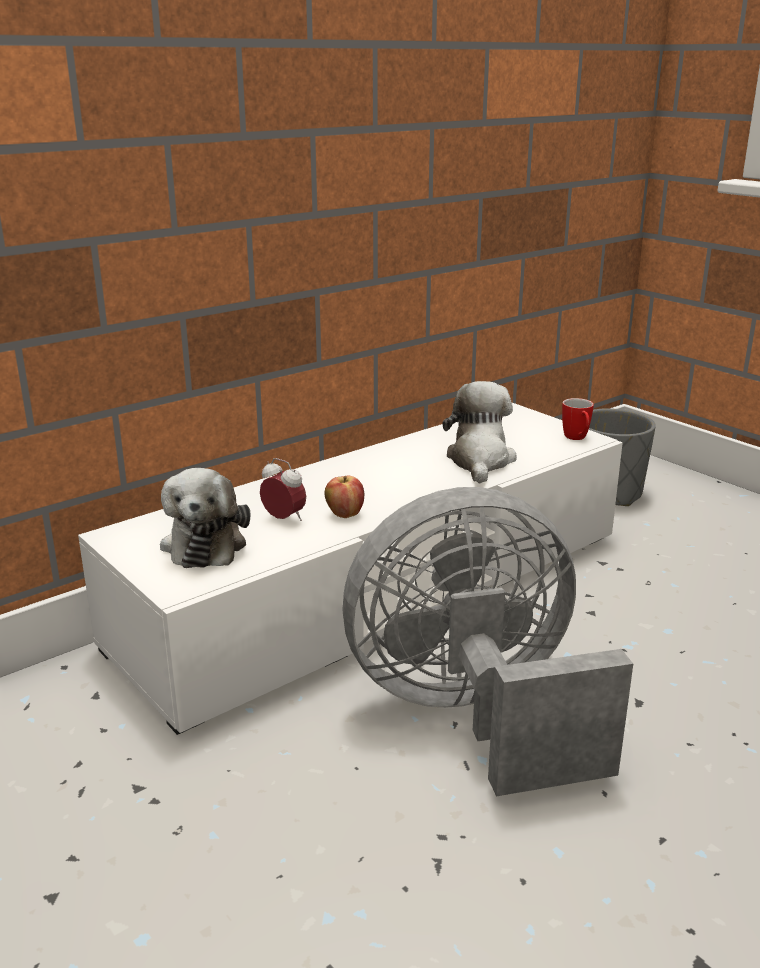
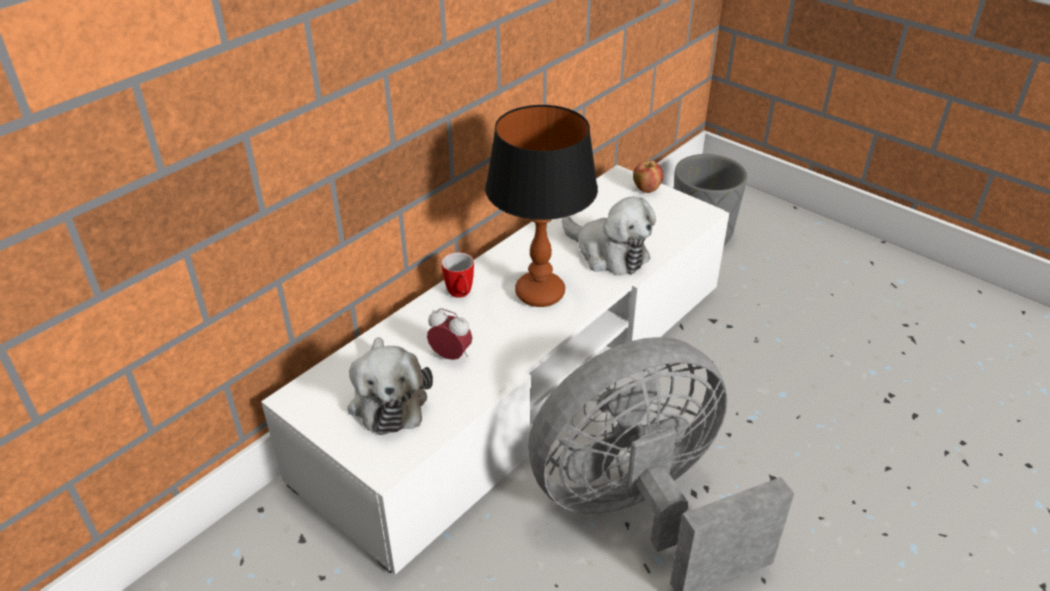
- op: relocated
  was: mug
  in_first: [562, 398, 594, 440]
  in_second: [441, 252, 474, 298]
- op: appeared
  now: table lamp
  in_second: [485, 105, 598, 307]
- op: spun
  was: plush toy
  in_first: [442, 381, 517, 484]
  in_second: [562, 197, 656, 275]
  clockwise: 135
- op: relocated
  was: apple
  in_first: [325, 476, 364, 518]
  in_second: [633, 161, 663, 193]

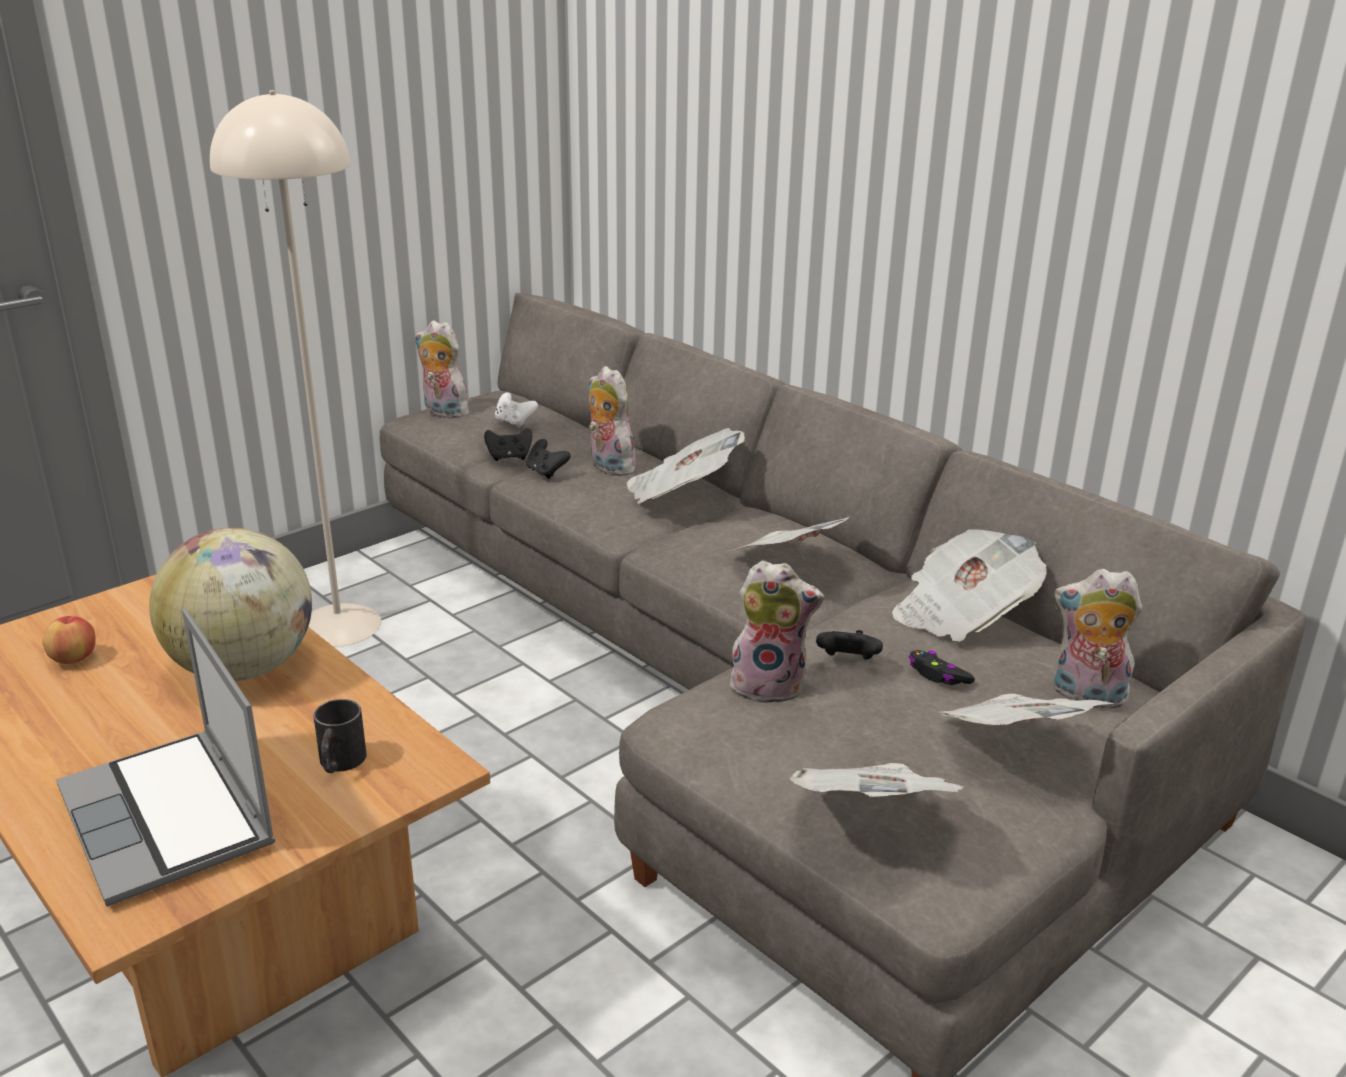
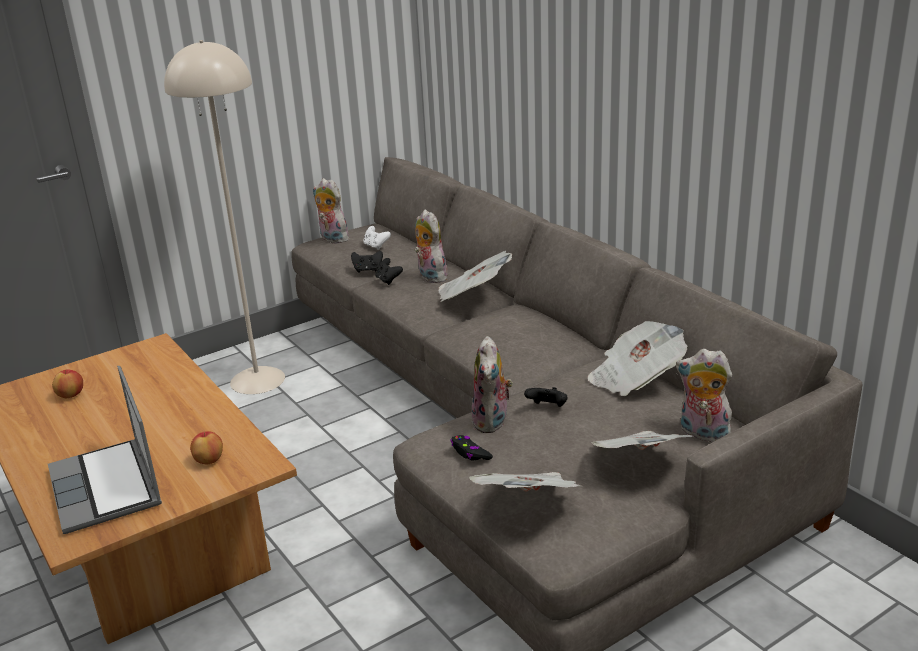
- op: exchanged
  was: mug in black
  now: apple
  in_first: [313, 699, 366, 773]
  in_second: [190, 431, 223, 464]
- op: relocated
  was: game controller in black
  in_first: [908, 650, 975, 685]
  in_second: [450, 435, 493, 460]
- op: spun
  was: plush toy
  in_first: [730, 560, 824, 704]
  in_second: [472, 336, 513, 433]
  clockwise: 75
- op: missing
  was: globe
  in_first: [149, 528, 312, 681]
- op: missing
  was: newspaper
  in_first: [729, 515, 858, 551]

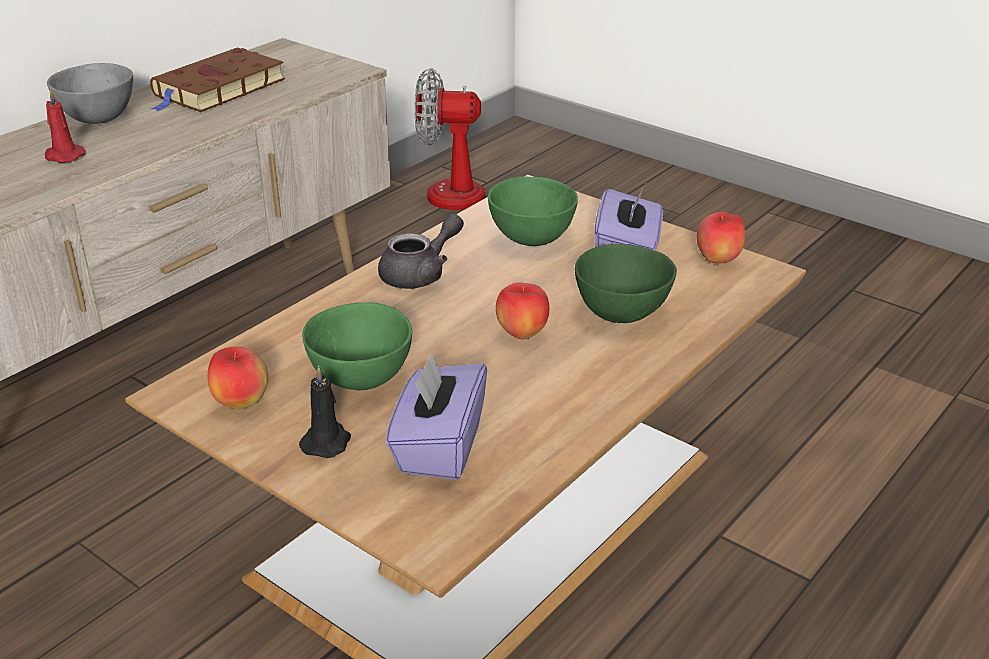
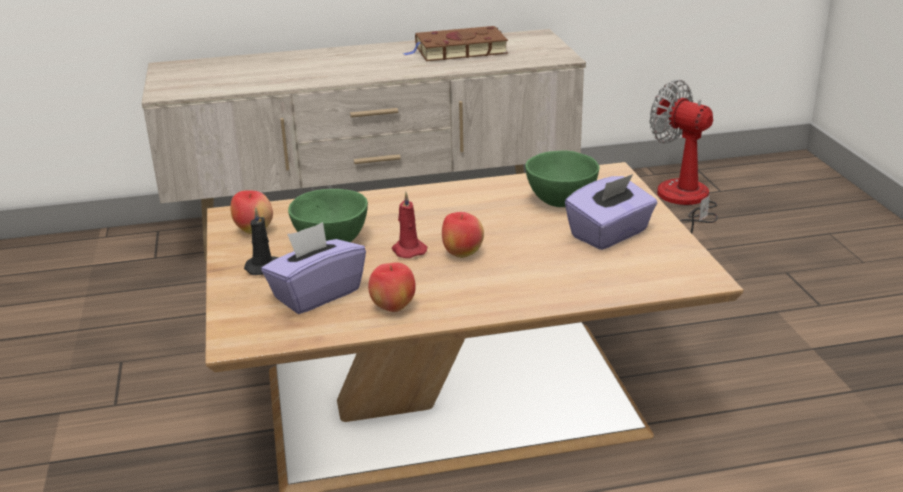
- op: relocated
  was: apple
  in_first: [697, 212, 745, 264]
  in_second: [368, 262, 416, 312]
- op: relocated
  was: candle in red
  in_first: [45, 89, 86, 163]
  in_second: [392, 192, 427, 258]
- op: missing
  was: bowl in grey
  in_first: [47, 63, 133, 124]
- op: missing
  was: teapot in grey
  in_first: [378, 214, 464, 289]
- op: missing
  was: bowl in green
  in_first: [575, 244, 677, 323]

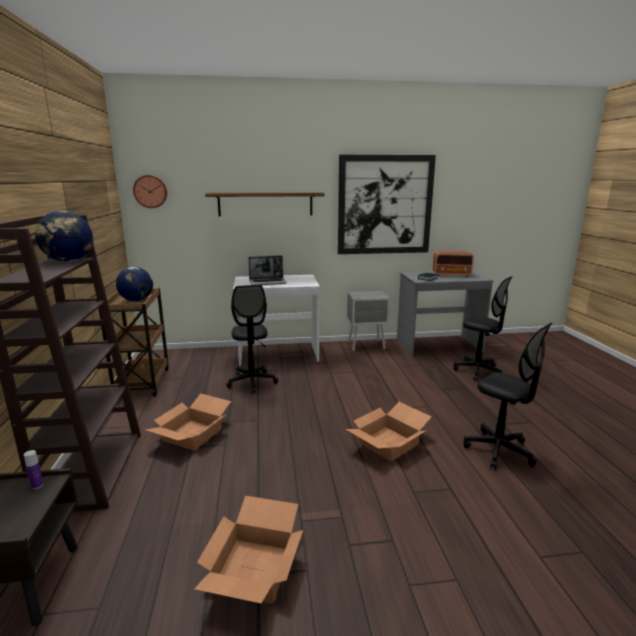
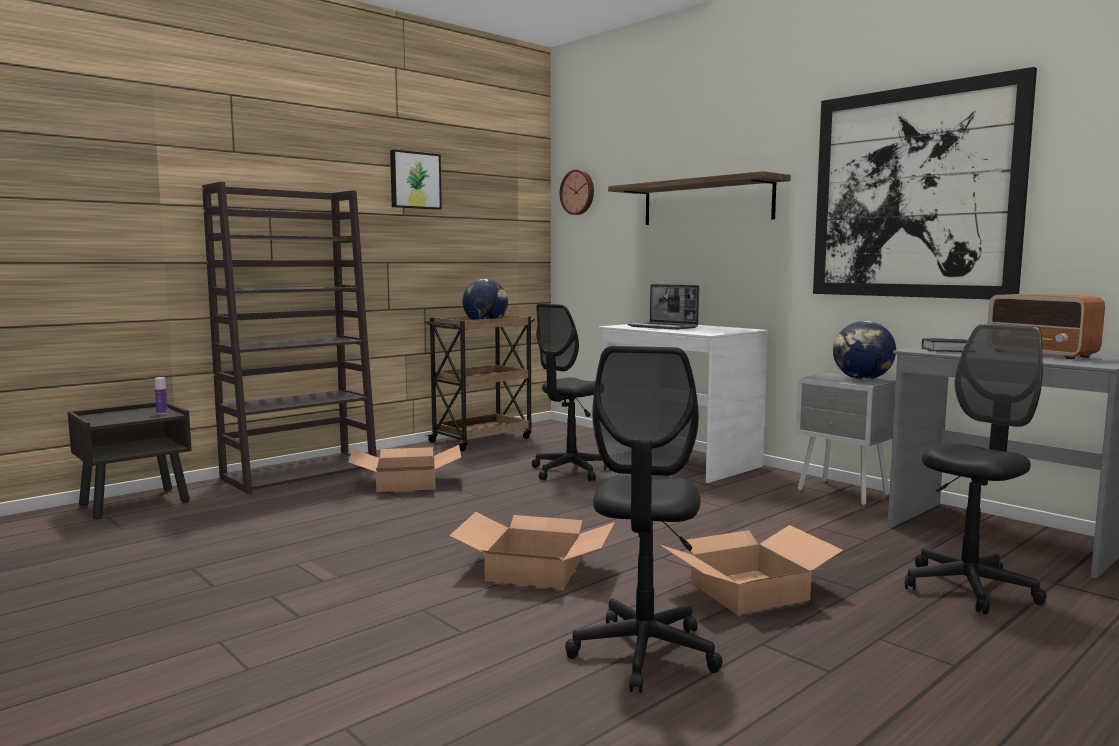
- op: appeared
  now: picture
  in_second: [390, 149, 442, 210]
- op: relocated
  was: cardboard box
  in_first: [194, 496, 303, 604]
  in_second: [659, 525, 843, 615]
- op: relocated
  was: globe
  in_first: [35, 211, 93, 262]
  in_second: [833, 321, 896, 380]
- op: spun
  was: office chair in black
  in_first: [453, 276, 513, 381]
  in_second: [905, 323, 1046, 615]
  clockwise: -135

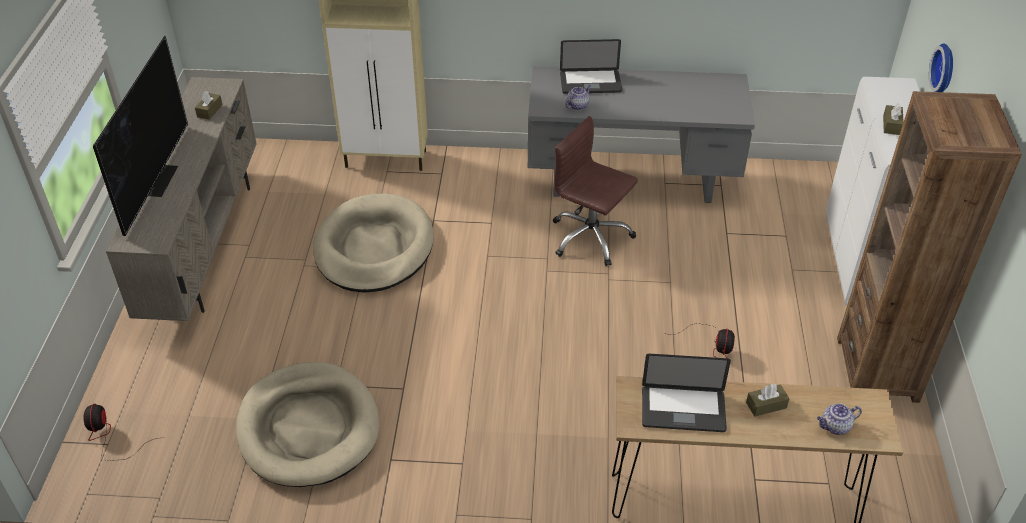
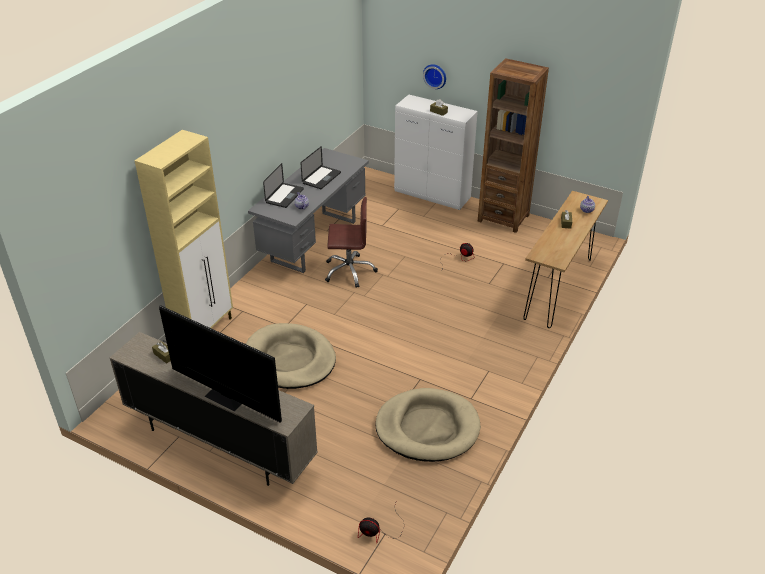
- op: relocated
  was: laptop
  in_first: [642, 354, 731, 432]
  in_second: [301, 146, 341, 189]
- op: spun
  was: office chair in brown
  in_first: [553, 116, 638, 266]
  in_second: [325, 197, 378, 288]
  clockwise: -150

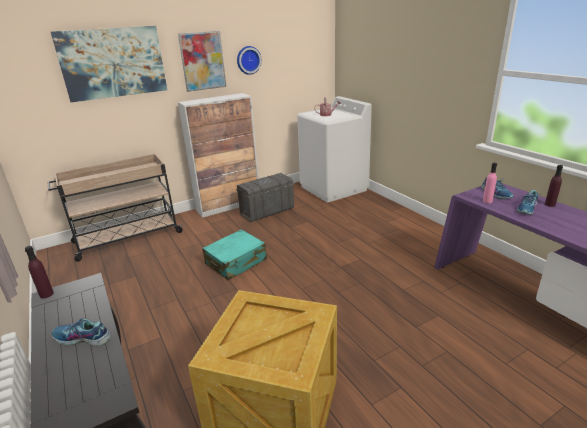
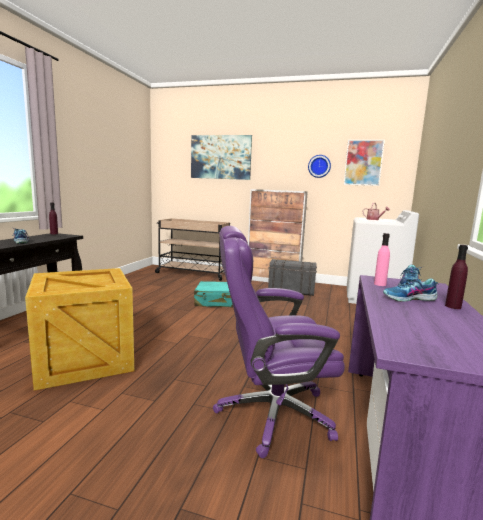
- op: appeared
  now: office chair in purple
  in_second: [213, 226, 345, 458]
- op: relocated
  was: picture
  in_first: [178, 31, 226, 92]
  in_second: [344, 140, 385, 186]

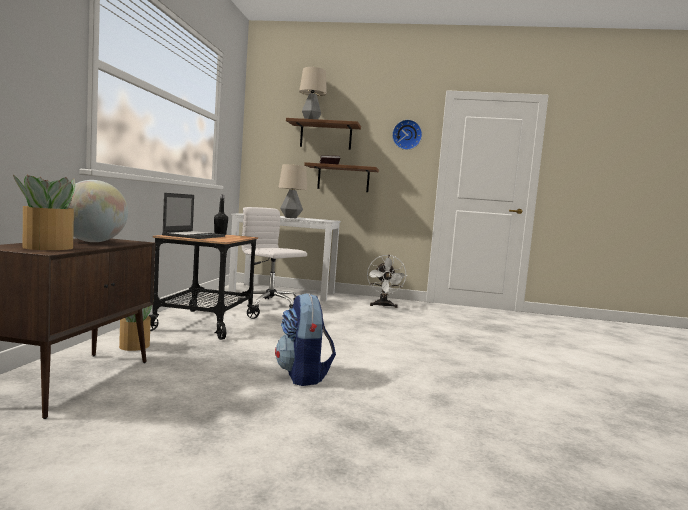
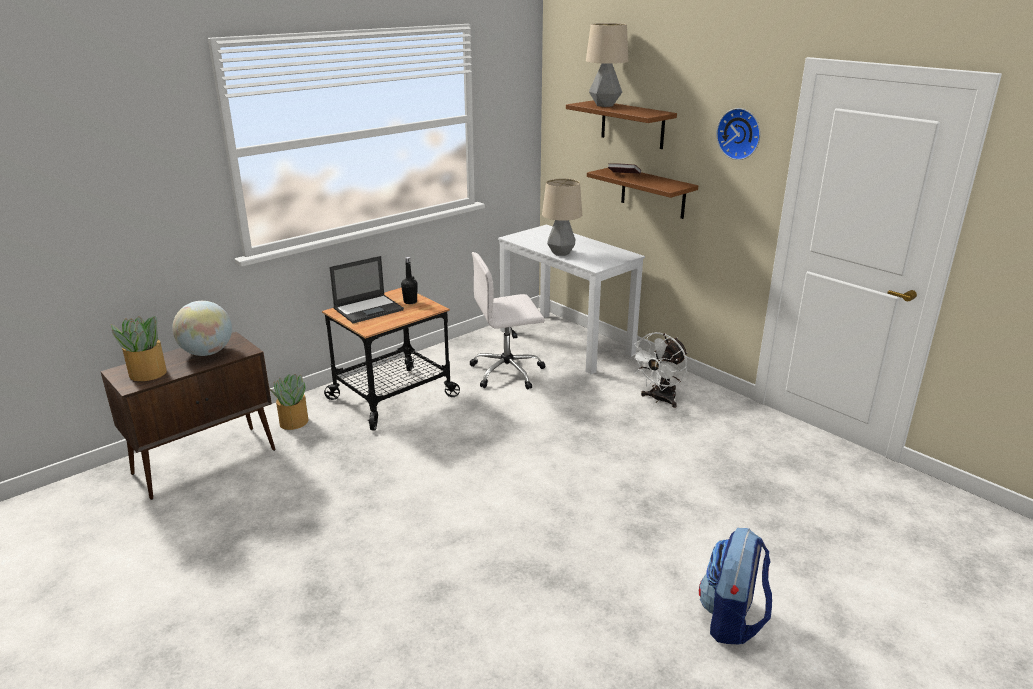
- op: spun
  was: office chair in white
  in_first: [237, 207, 307, 311]
  in_second: [470, 252, 545, 390]
  clockwise: -90
- op: relocated
  was: backpack
  in_first: [275, 293, 336, 386]
  in_second: [699, 528, 772, 644]

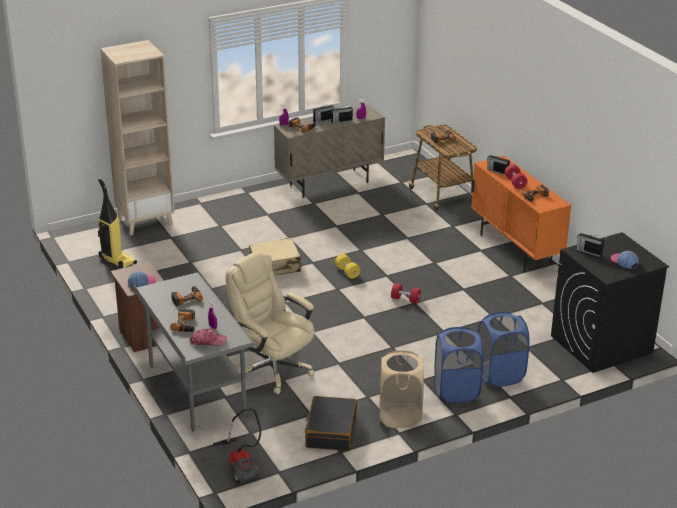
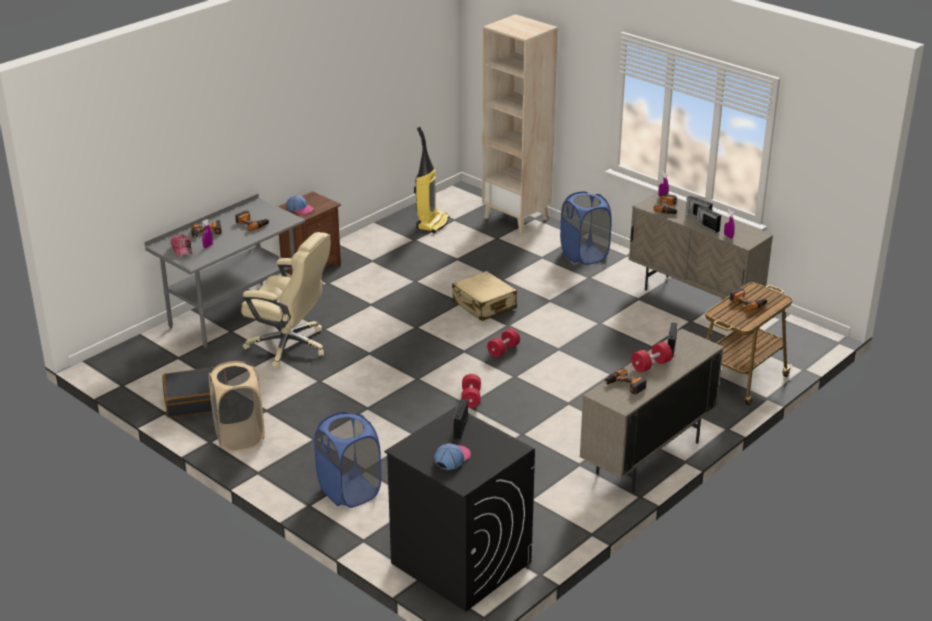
- op: spun
  was: office chair in beige
  in_first: [226, 252, 314, 394]
  in_second: [241, 232, 330, 368]
  clockwise: 90
- op: colour
  was: dumbbell in yellow
  now: dumbbell in red
  in_first: [335, 254, 360, 279]
  in_second: [487, 328, 520, 357]
- op: relocated
  was: laundry basket in blue
  in_first: [434, 327, 483, 403]
  in_second: [560, 192, 612, 265]
- op: colour
  was: cabinet in orange
  now: cabinet in beige
  in_first: [471, 156, 571, 272]
  in_second: [580, 329, 724, 493]
- op: missing
  was: vacuum cleaner
  in_first: [213, 409, 261, 485]

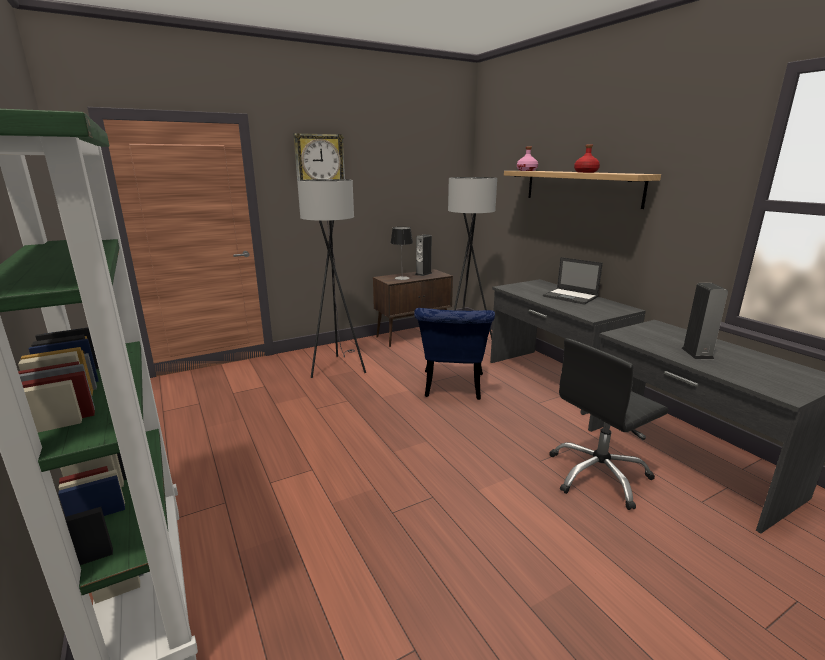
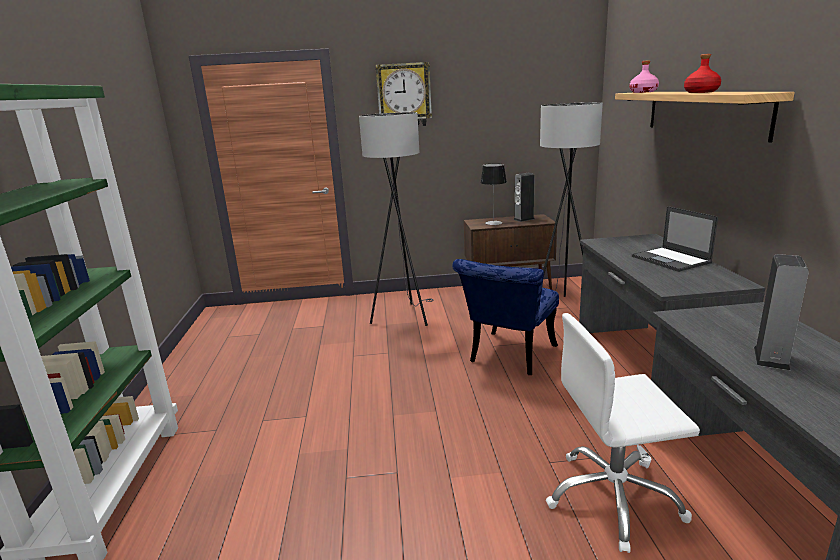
- op: colour
  was: office chair in black
  now: office chair in white
  in_first: [549, 338, 668, 510]
  in_second: [546, 313, 700, 553]

